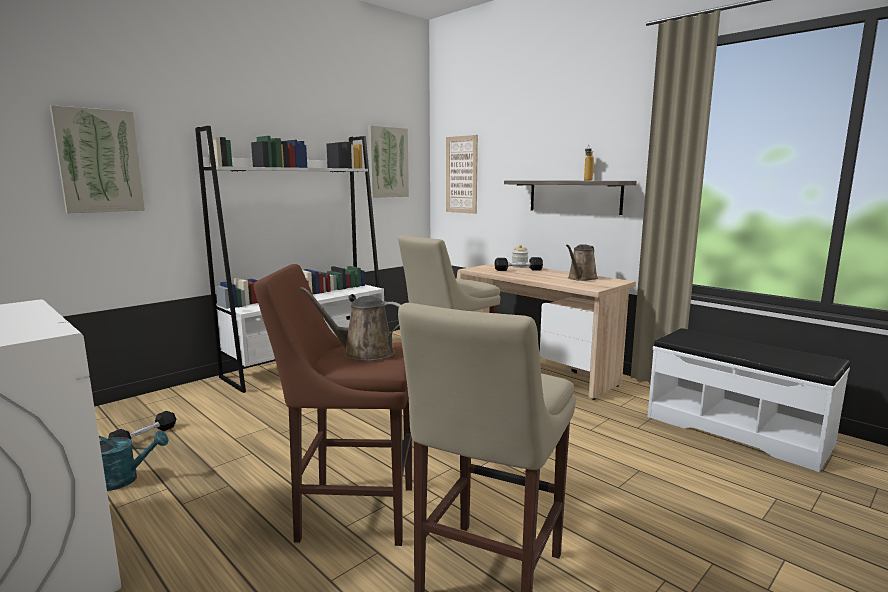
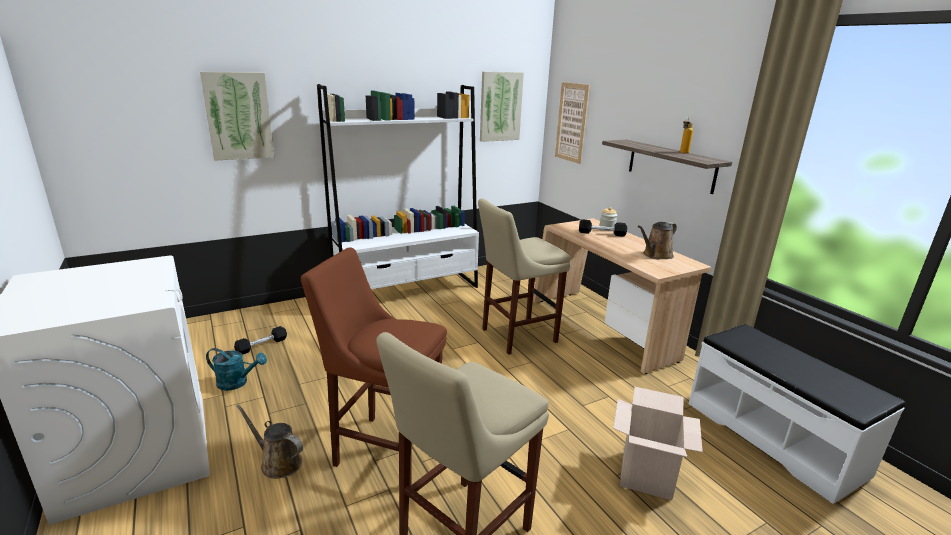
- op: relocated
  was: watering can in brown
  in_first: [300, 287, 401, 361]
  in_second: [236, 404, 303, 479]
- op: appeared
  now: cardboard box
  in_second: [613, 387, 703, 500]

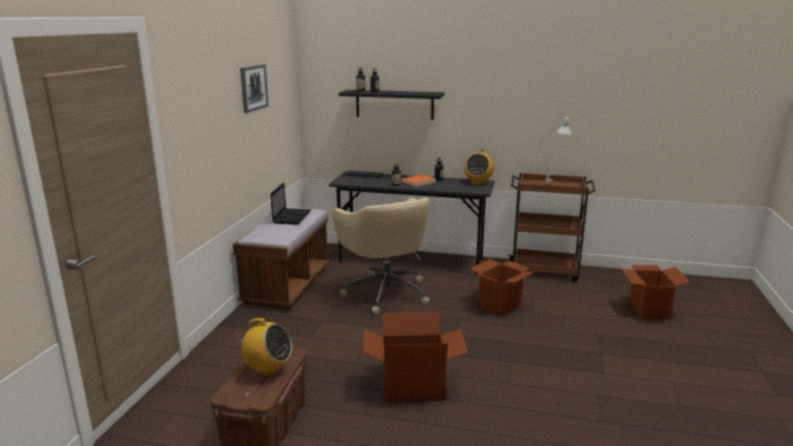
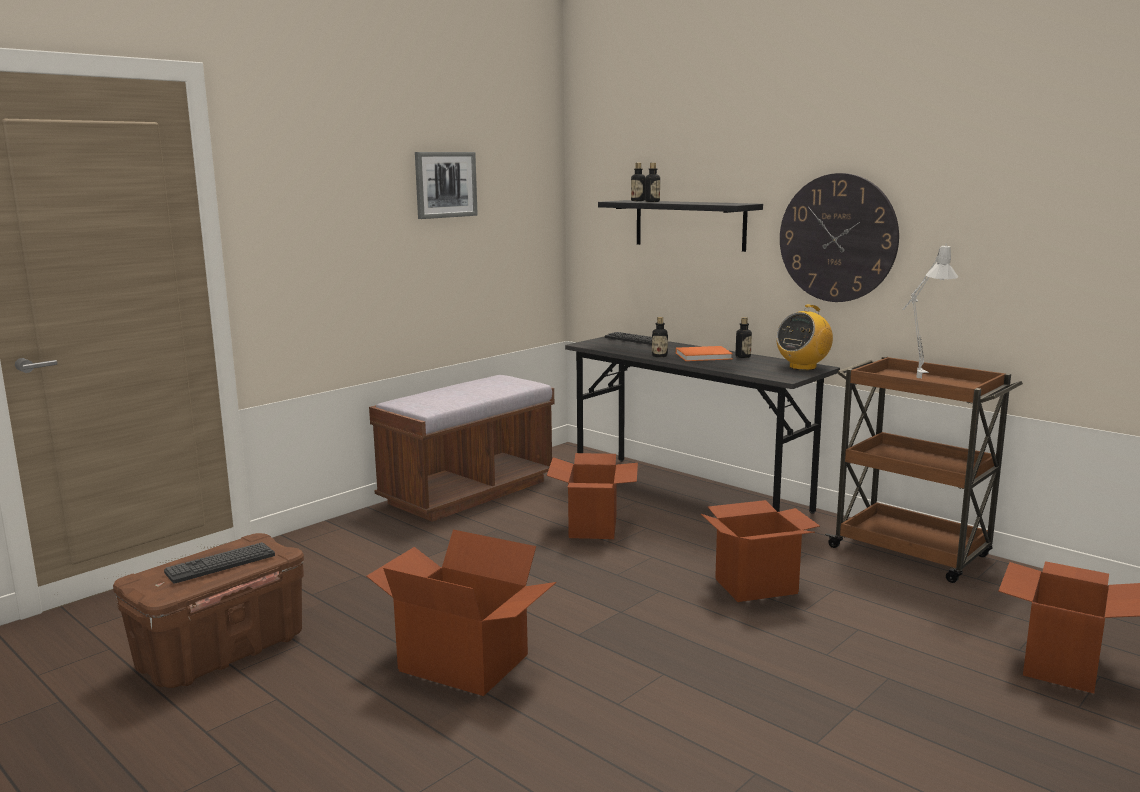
- op: exchanged
  was: radio
  now: keyboard
  in_first: [235, 318, 292, 377]
  in_second: [164, 542, 275, 584]
- op: exchanged
  was: office chair in beige
  now: cardboard box
  in_first: [332, 198, 431, 314]
  in_second: [547, 453, 638, 539]
- op: appeared
  now: wall clock
  in_second: [780, 173, 899, 302]
- op: missing
  was: laptop
  in_first: [270, 182, 311, 225]

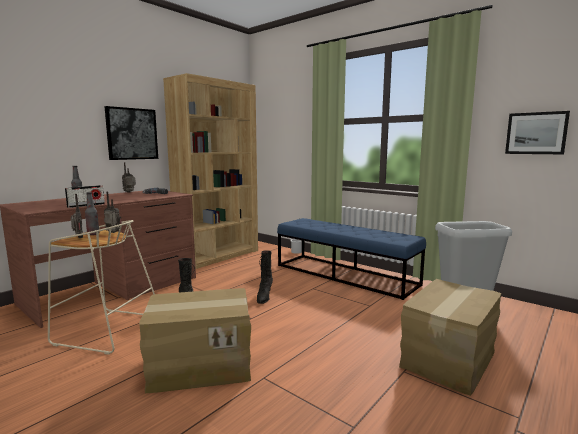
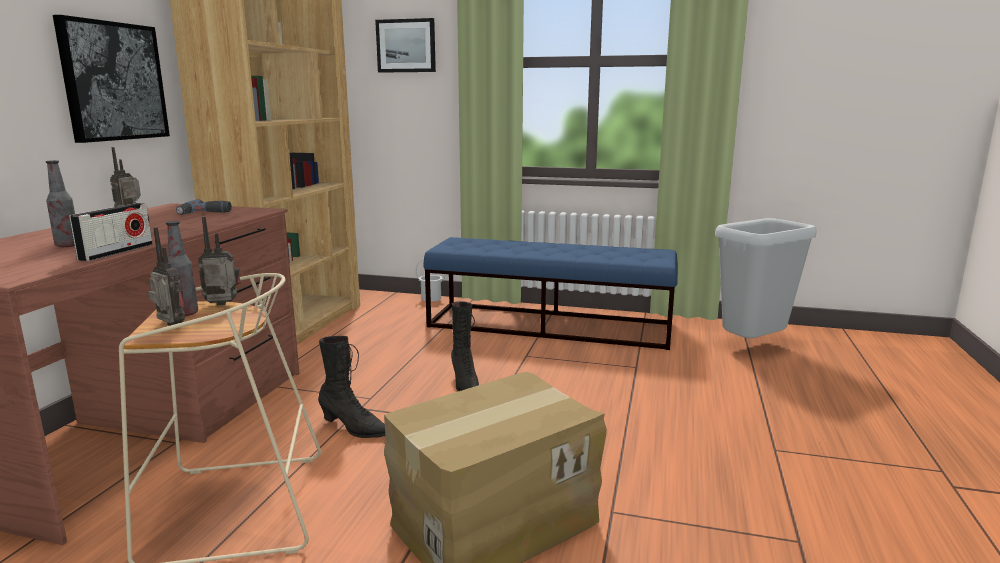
- op: relocated
  was: picture
  in_first: [505, 111, 570, 154]
  in_second: [375, 18, 436, 73]
- op: missing
  was: cardboard box
  in_first: [399, 279, 501, 396]

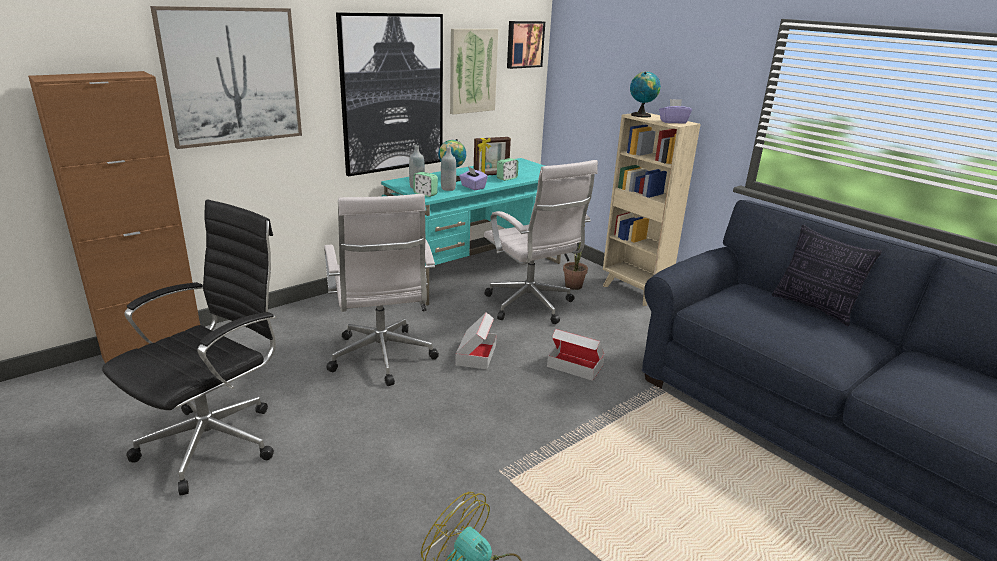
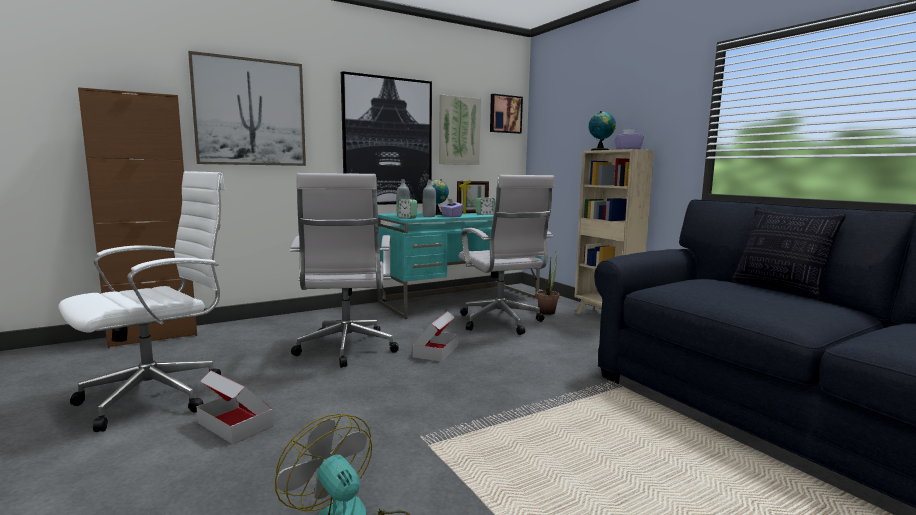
- op: colour
  was: office chair in black
  now: office chair in white
  in_first: [102, 199, 276, 496]
  in_second: [58, 171, 225, 432]
- op: relocated
  was: cardboard box
  in_first: [547, 329, 605, 381]
  in_second: [196, 371, 274, 444]

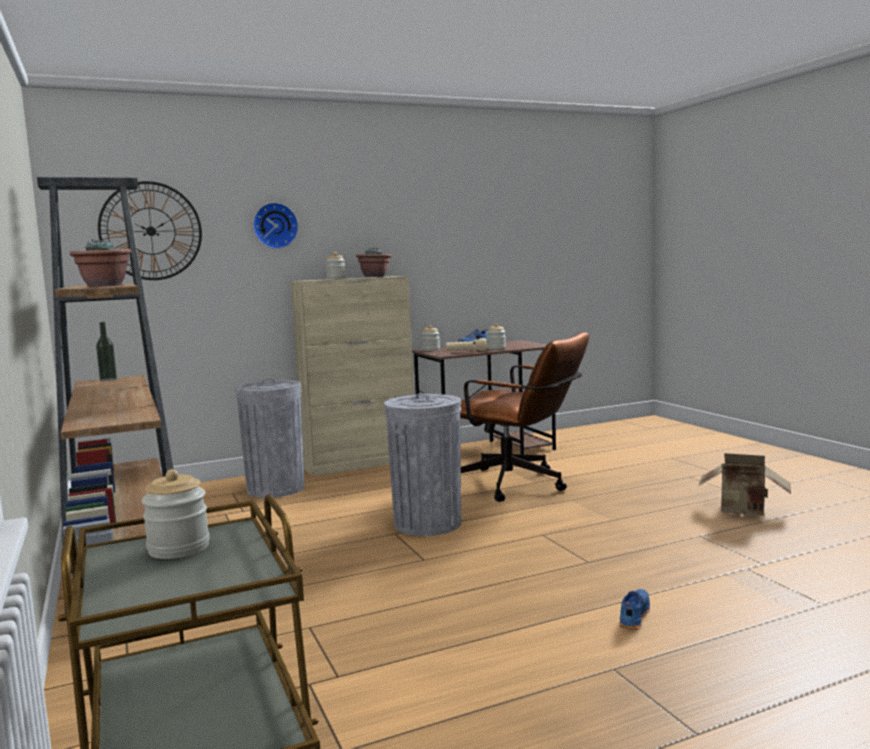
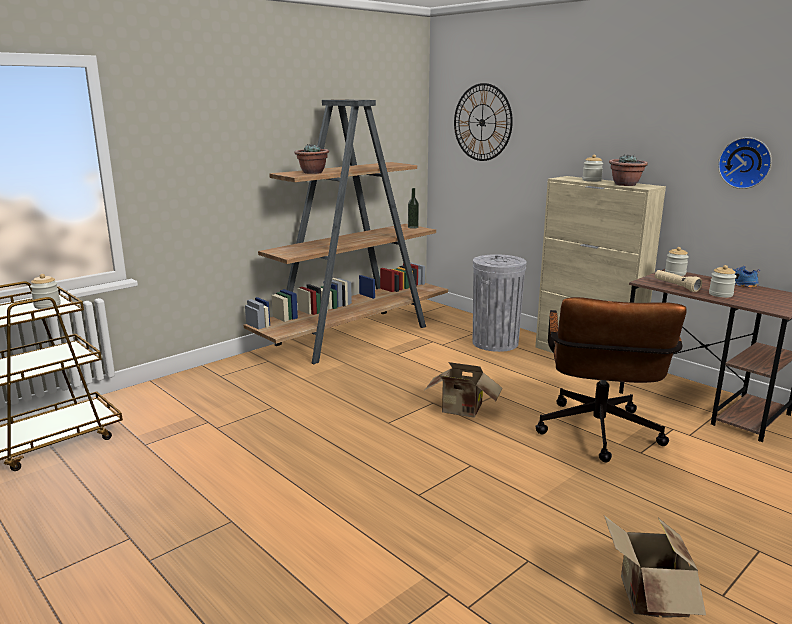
- op: exchanged
  was: trash can in grey
  now: cardboard box
  in_first: [384, 393, 461, 536]
  in_second: [425, 362, 502, 418]
- op: relocated
  was: wall clock
  in_first: [253, 202, 299, 249]
  in_second: [718, 137, 772, 189]
- op: missing
  was: shoe in blue
  in_first: [620, 589, 650, 630]

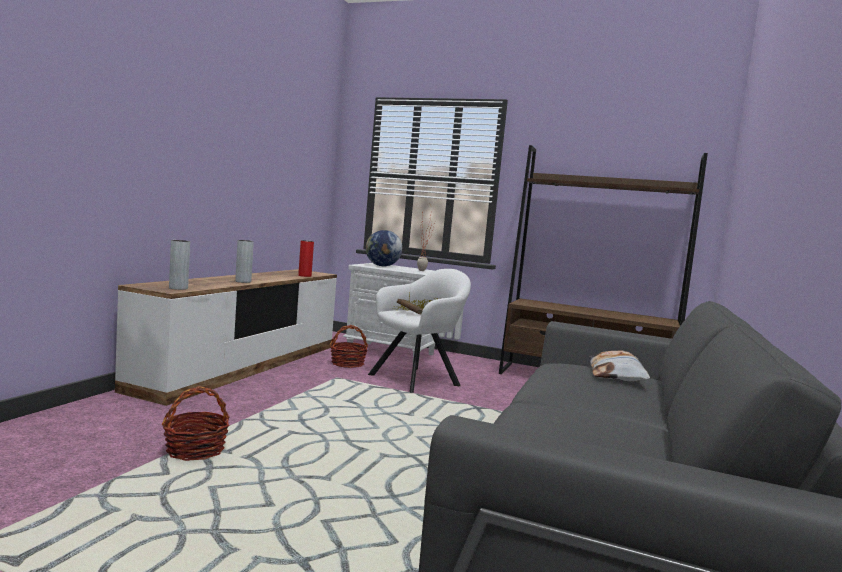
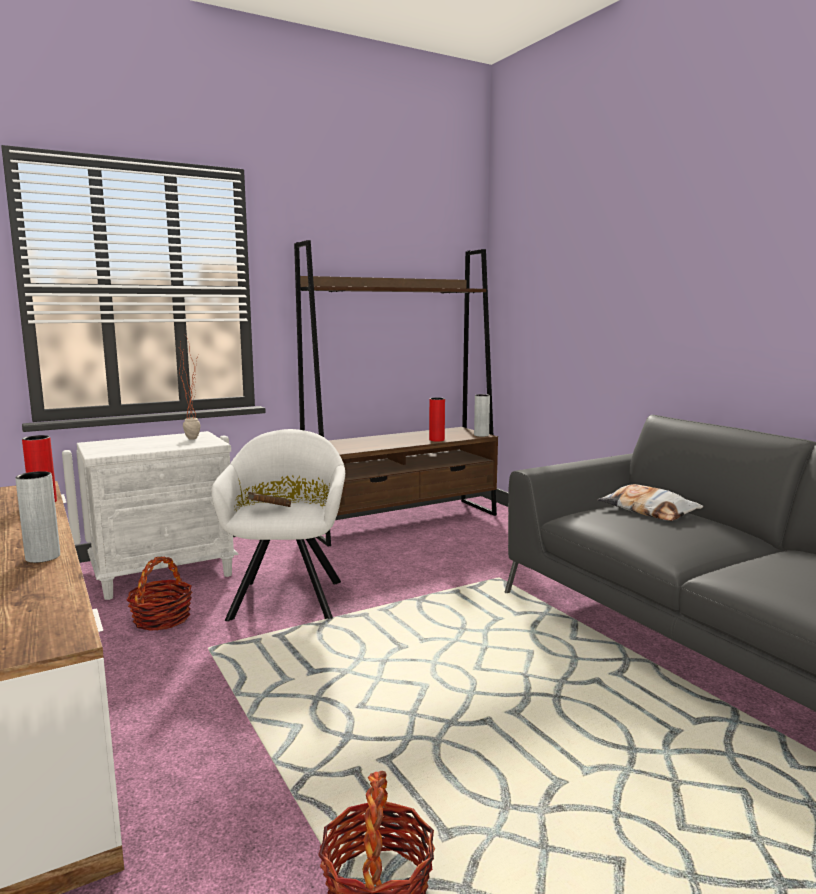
- op: appeared
  now: vase in red
  in_second: [429, 397, 445, 442]
- op: relocated
  was: vase in grey
  in_first: [169, 240, 190, 290]
  in_second: [474, 394, 490, 437]
- op: missing
  was: globe
  in_first: [366, 230, 402, 266]

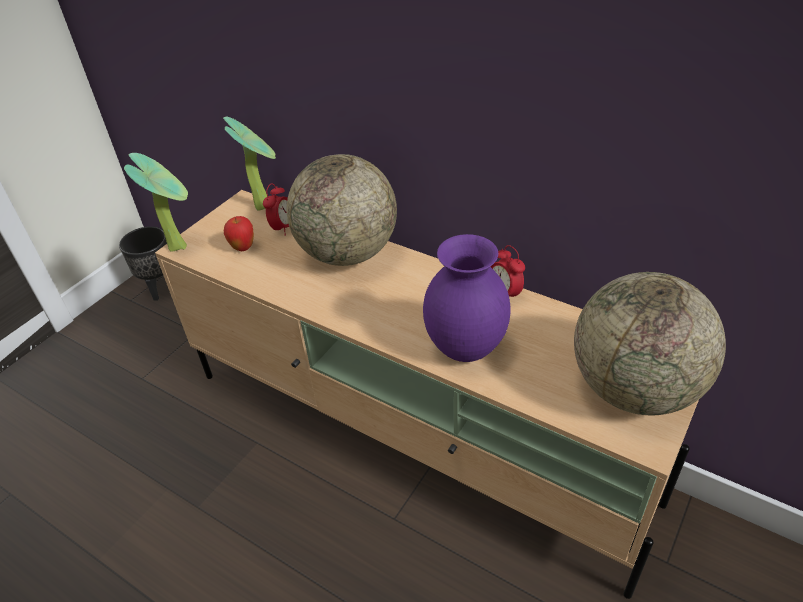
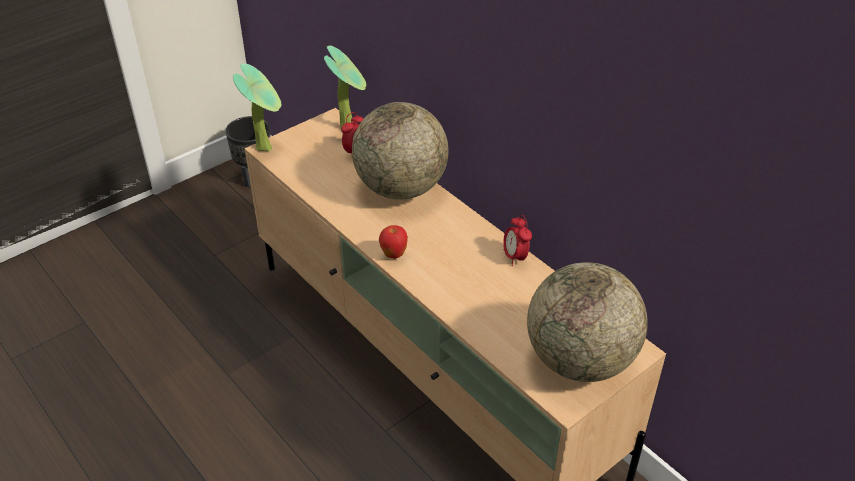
- op: relocated
  was: apple
  in_first: [224, 216, 254, 251]
  in_second: [379, 225, 408, 259]
- op: missing
  was: vase in purple
  in_first: [423, 234, 511, 362]

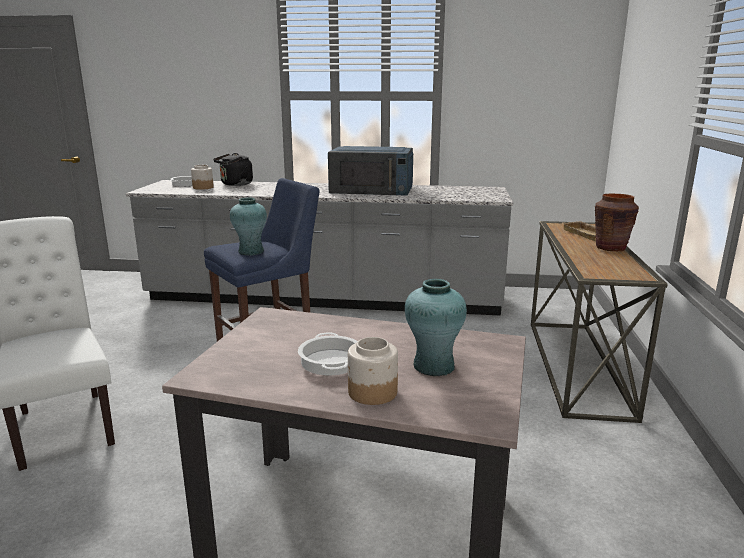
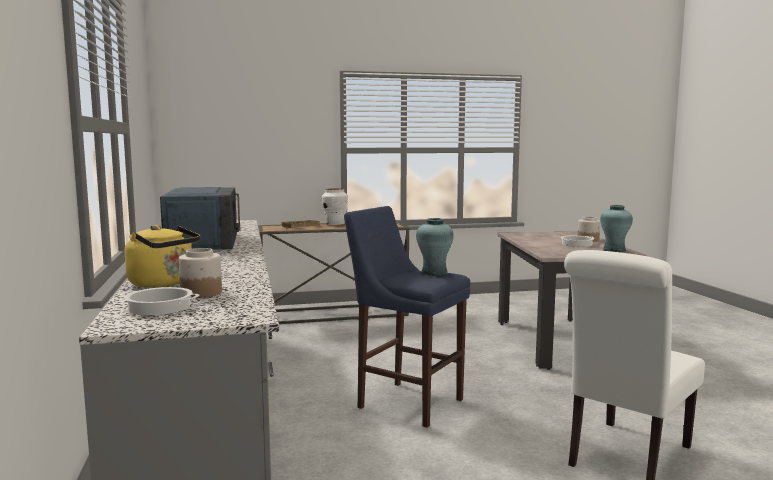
- op: colour
  was: kettle in black
  now: kettle in yellow
  in_first: [213, 153, 253, 186]
  in_second: [125, 225, 200, 288]
- op: colour
  was: vase in brown
  now: vase in white
  in_first: [595, 194, 639, 251]
  in_second: [322, 188, 348, 225]
- op: relocated
  was: vase in turquoise
  in_first: [405, 279, 467, 376]
  in_second: [600, 205, 633, 252]

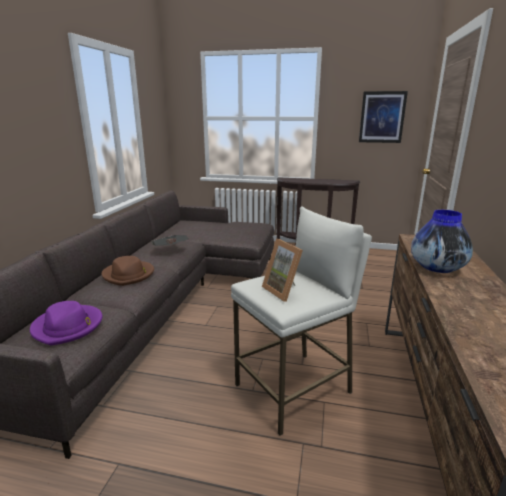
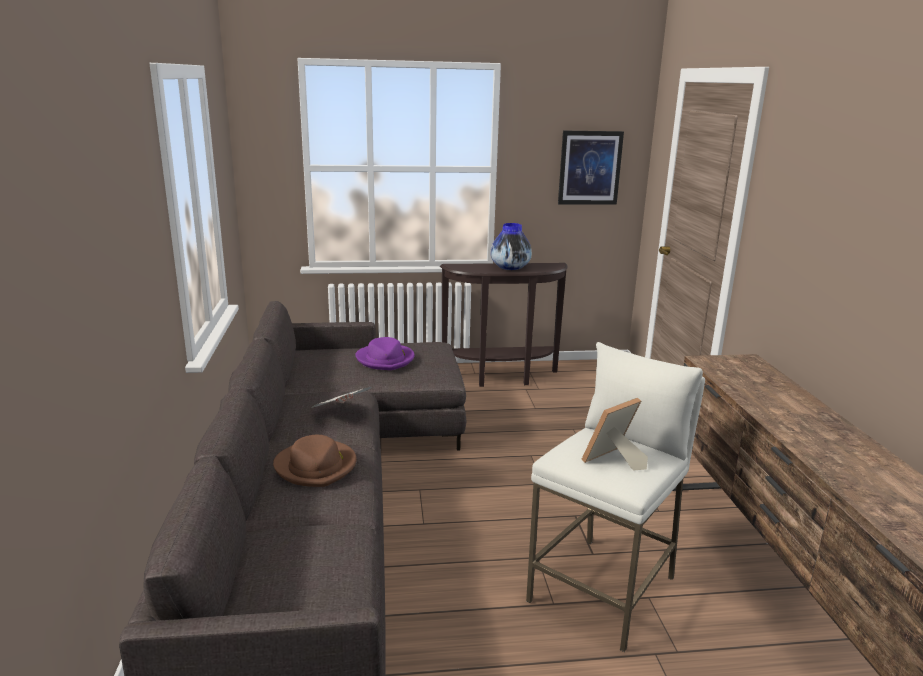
- op: relocated
  was: hat in purple
  in_first: [30, 301, 103, 345]
  in_second: [355, 337, 415, 370]
- op: relocated
  was: vase
  in_first: [411, 210, 473, 273]
  in_second: [490, 223, 532, 270]
- op: spun
  was: picture frame
  in_first: [262, 239, 303, 302]
  in_second: [582, 398, 648, 471]
  clockwise: 105

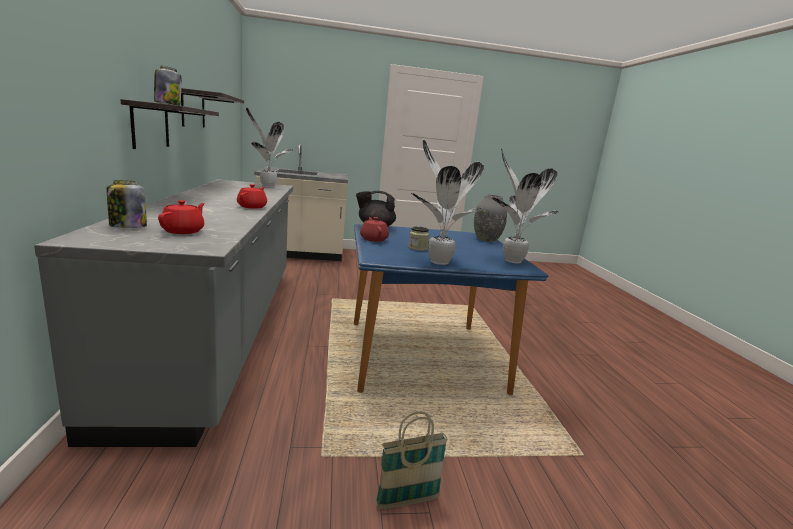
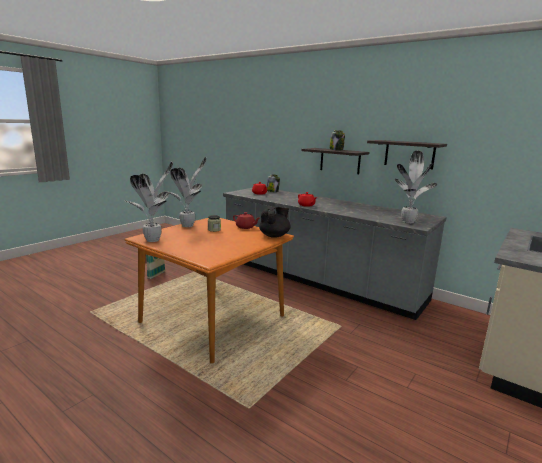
- op: colour
  was: dining table in blue
  now: dining table in orange
  in_first: [354, 224, 548, 395]
  in_second: [124, 218, 294, 363]
- op: missing
  was: vase in grey
  in_first: [474, 194, 507, 242]

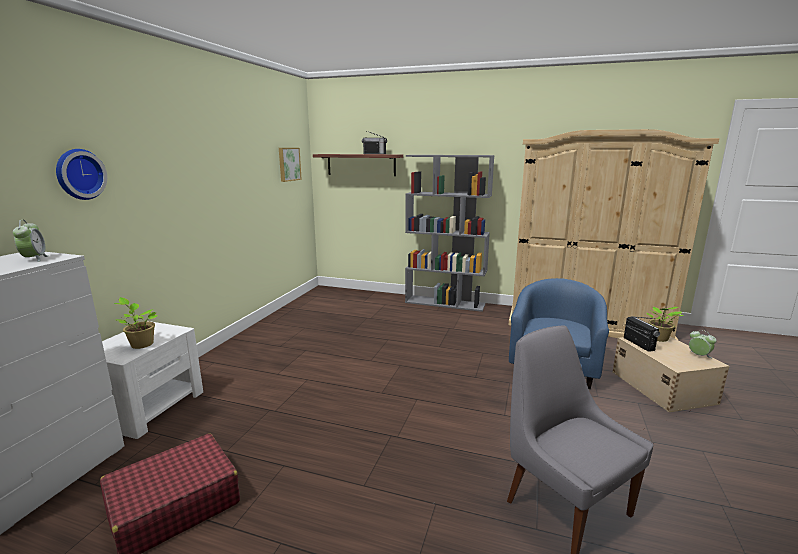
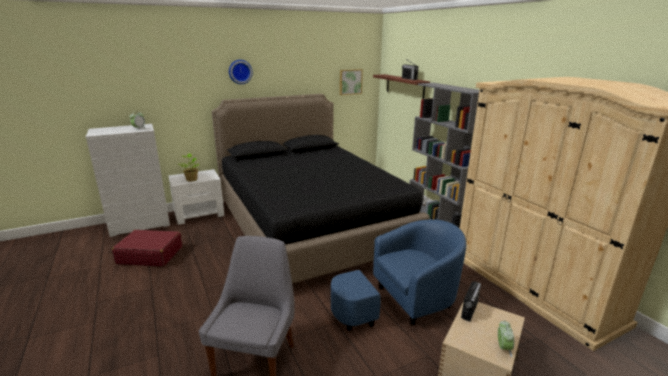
- op: appeared
  now: bed in black
  in_second: [212, 94, 430, 284]
- op: relocated
  was: wall clock
  in_first: [56, 149, 107, 200]
  in_second: [229, 60, 253, 84]
- op: missing
  was: potted plant
  in_first: [647, 307, 684, 342]

